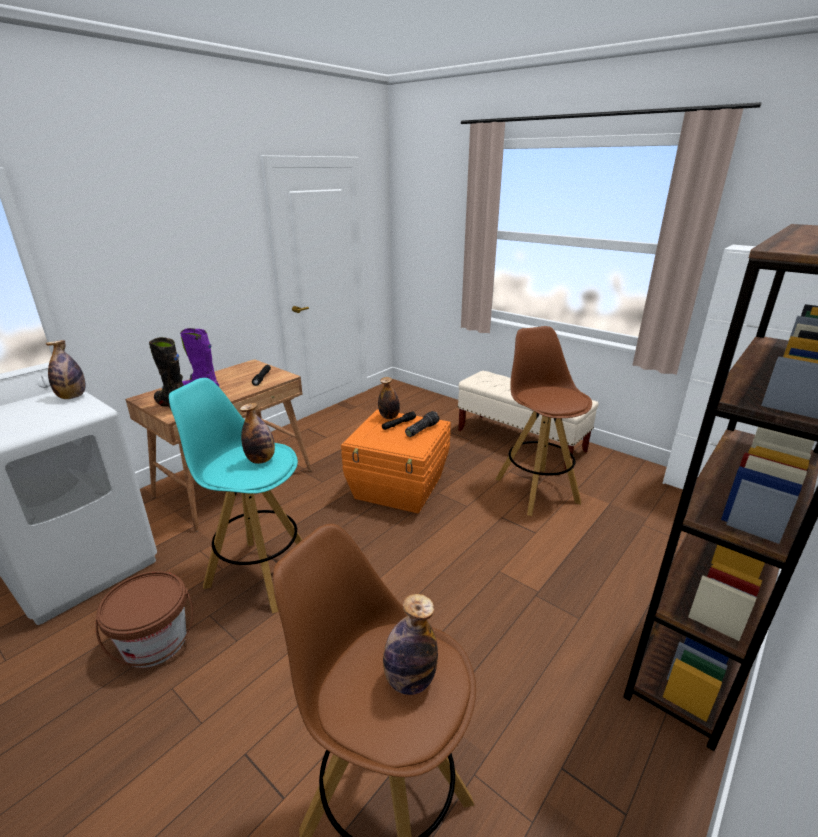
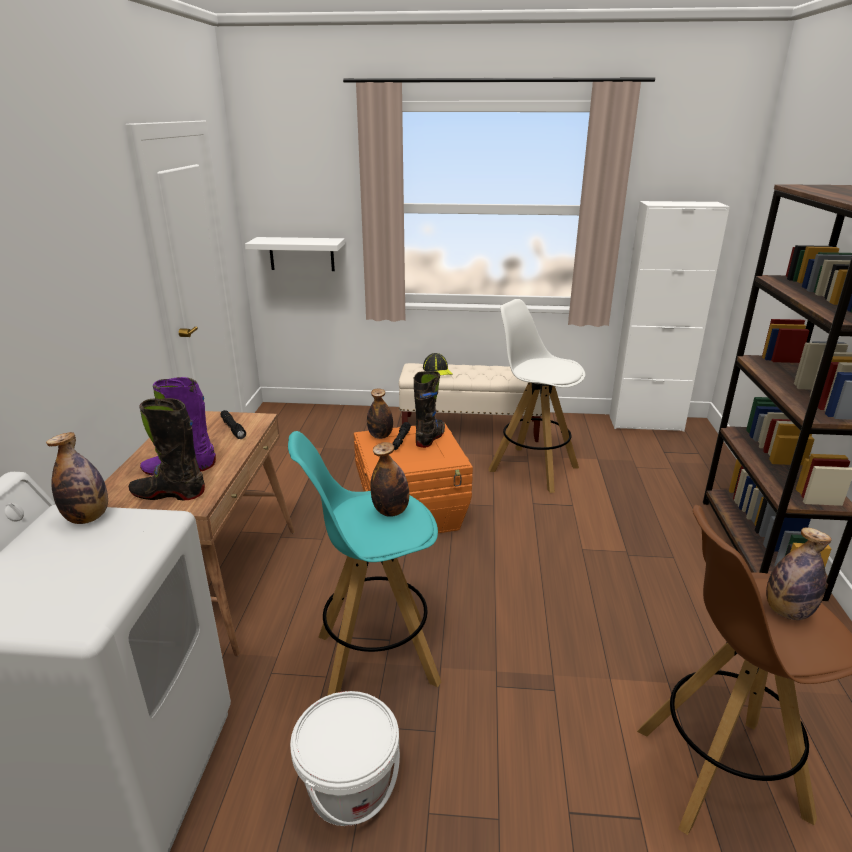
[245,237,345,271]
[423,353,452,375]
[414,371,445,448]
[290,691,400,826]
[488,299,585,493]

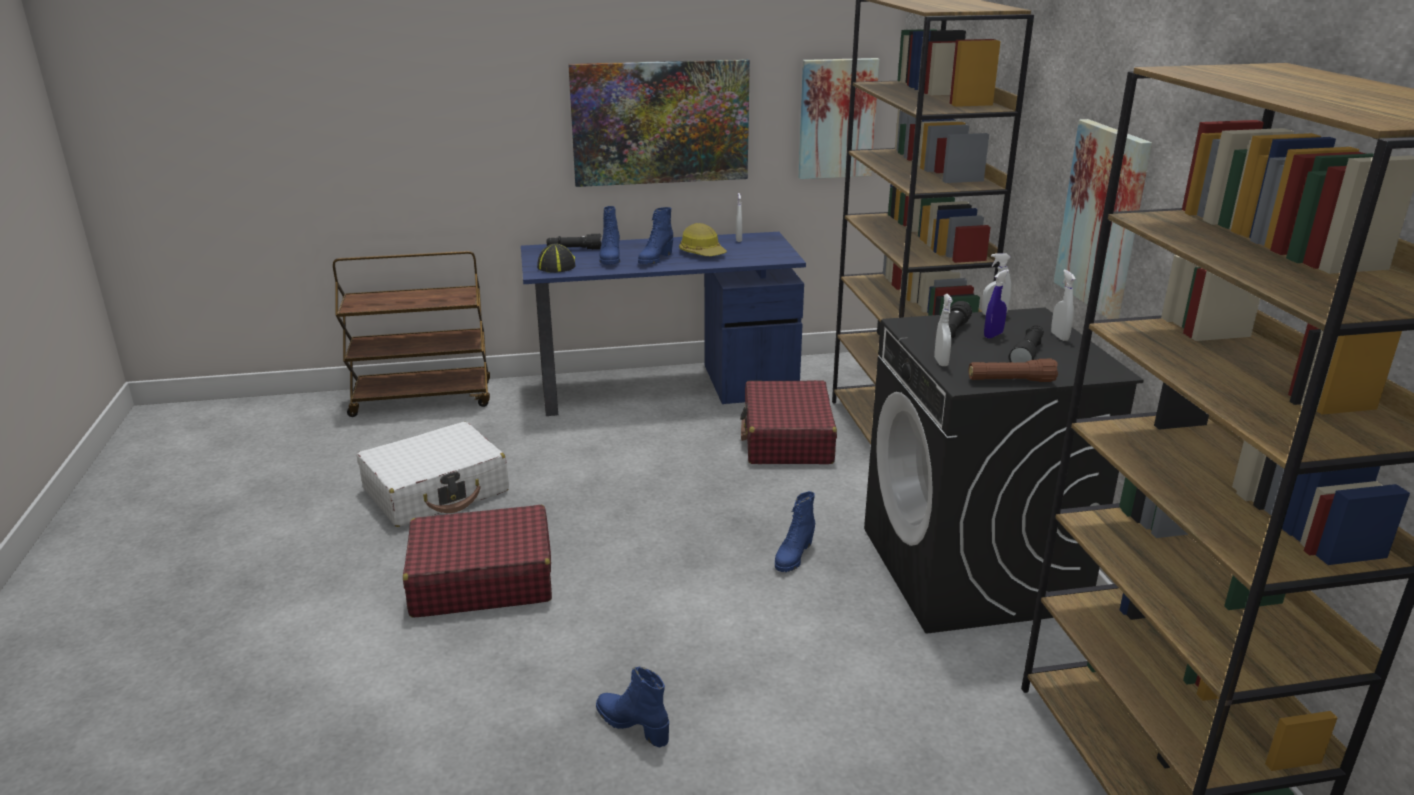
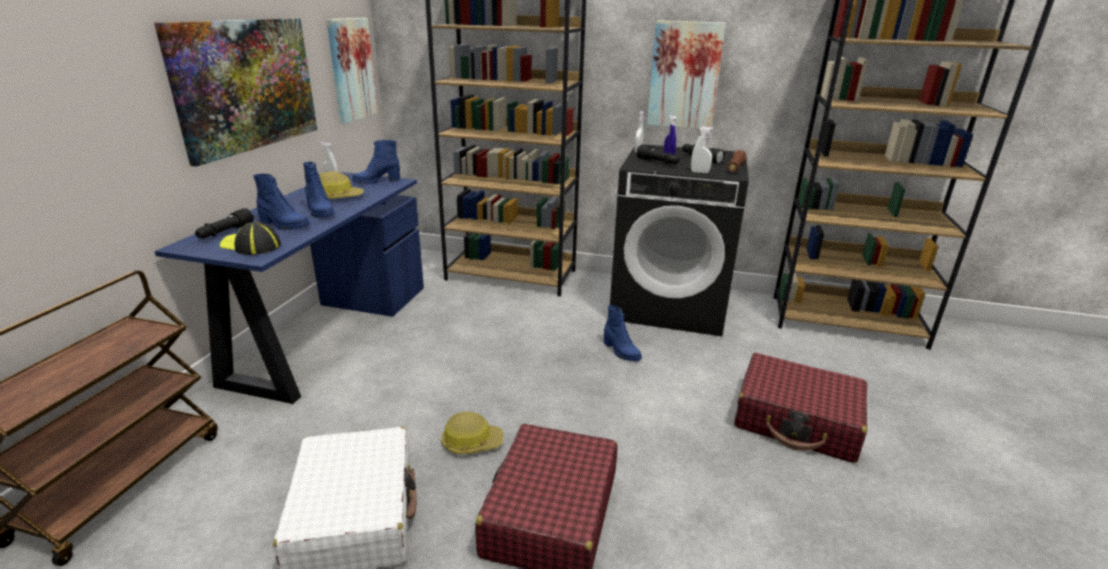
[1051,270,1076,341] (first image)
[441,412,503,454]
[352,140,400,184]
[734,353,868,463]

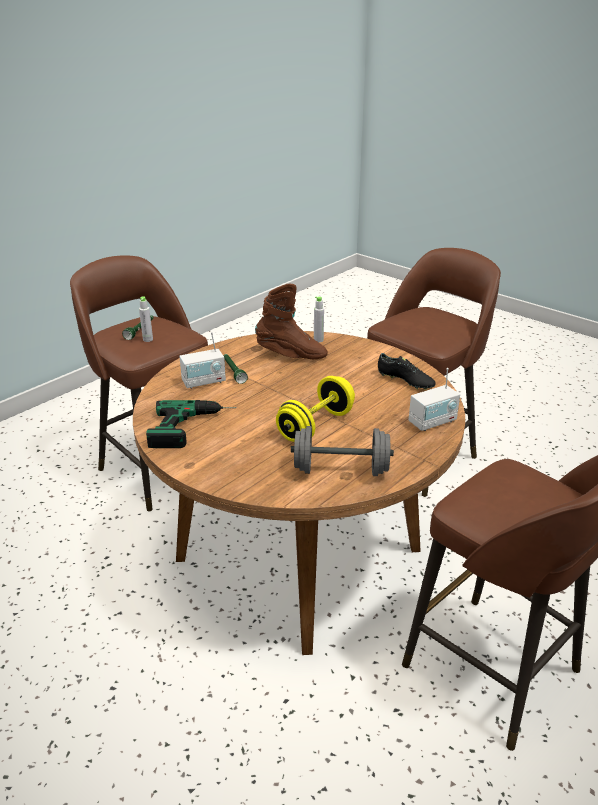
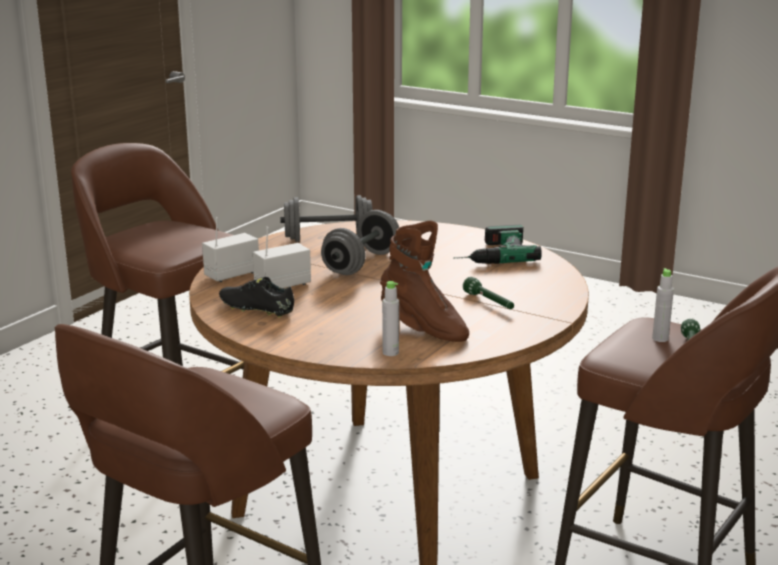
[253,227,311,288]
[321,210,399,275]
[380,220,469,342]

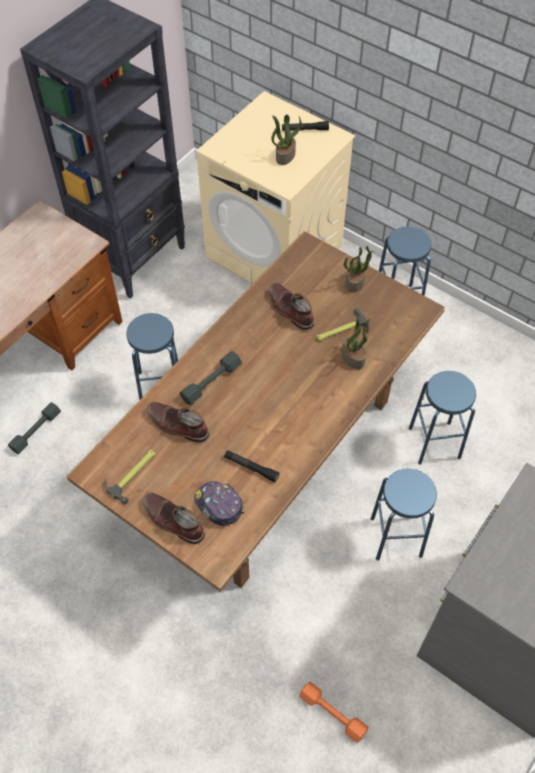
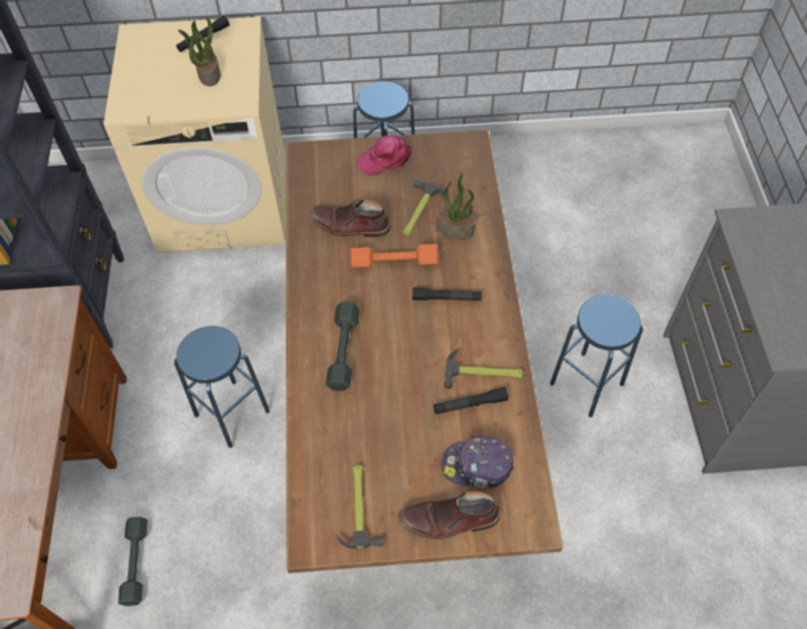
[147,402,210,443] (first image)
[409,371,476,465] (first image)
[413,287,482,301]
[444,350,523,389]
[350,244,439,268]
[356,134,411,176]

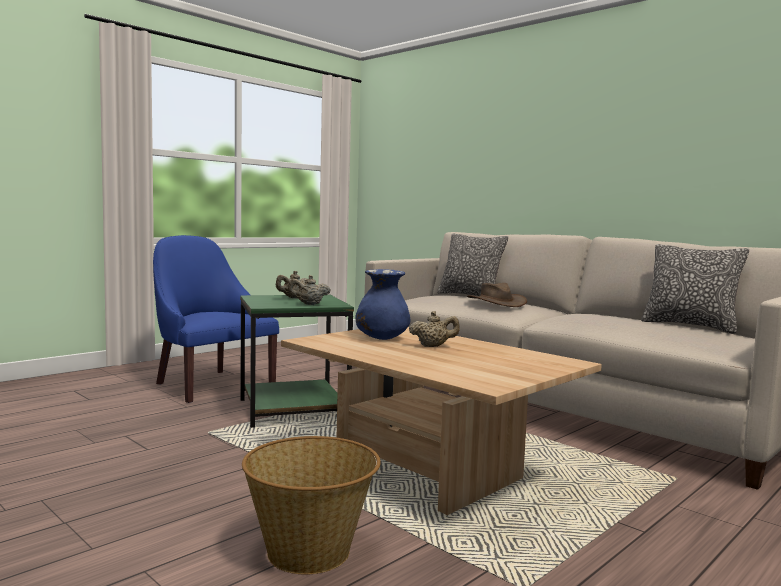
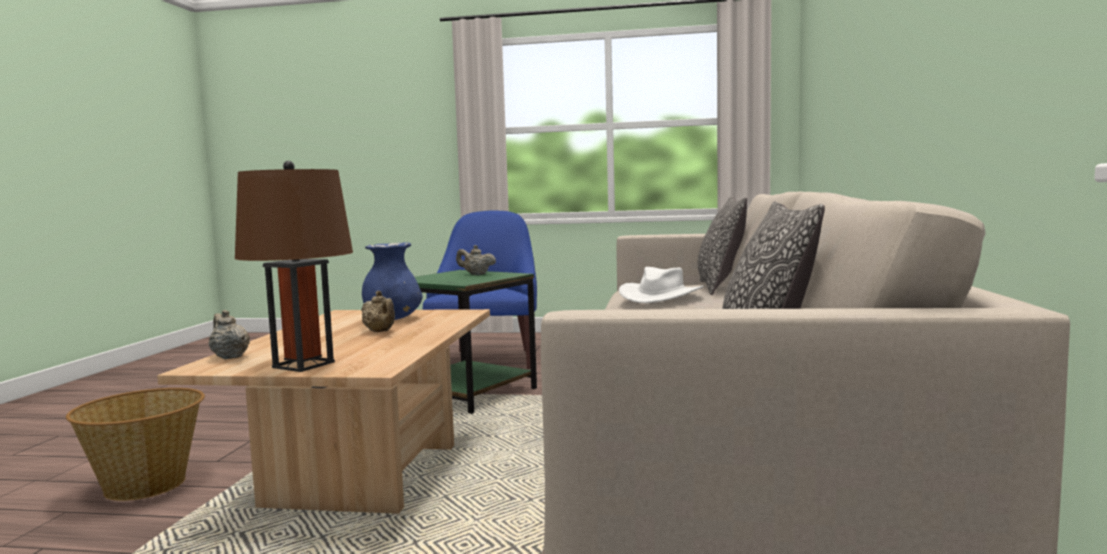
[235,161,353,372]
[209,310,250,359]
[619,267,704,303]

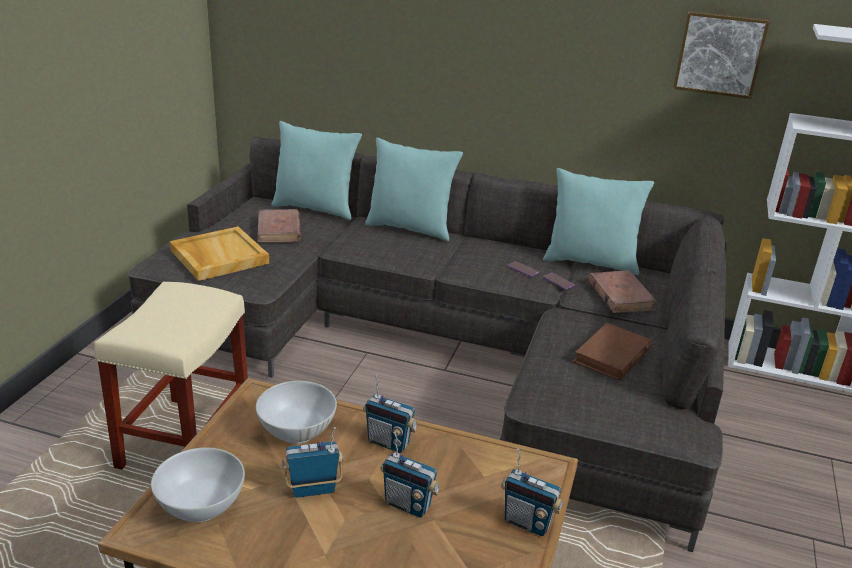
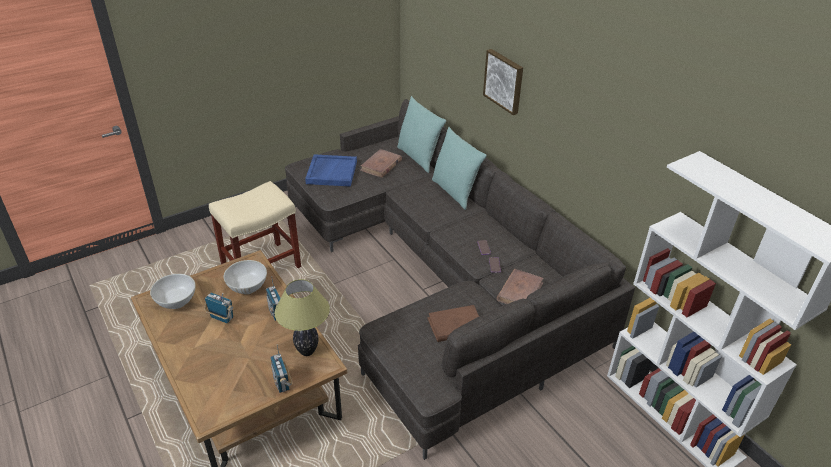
[381,432,440,518] (first image)
[543,168,654,275] (first image)
[274,279,330,356]
[483,49,523,115]
[305,154,357,187]

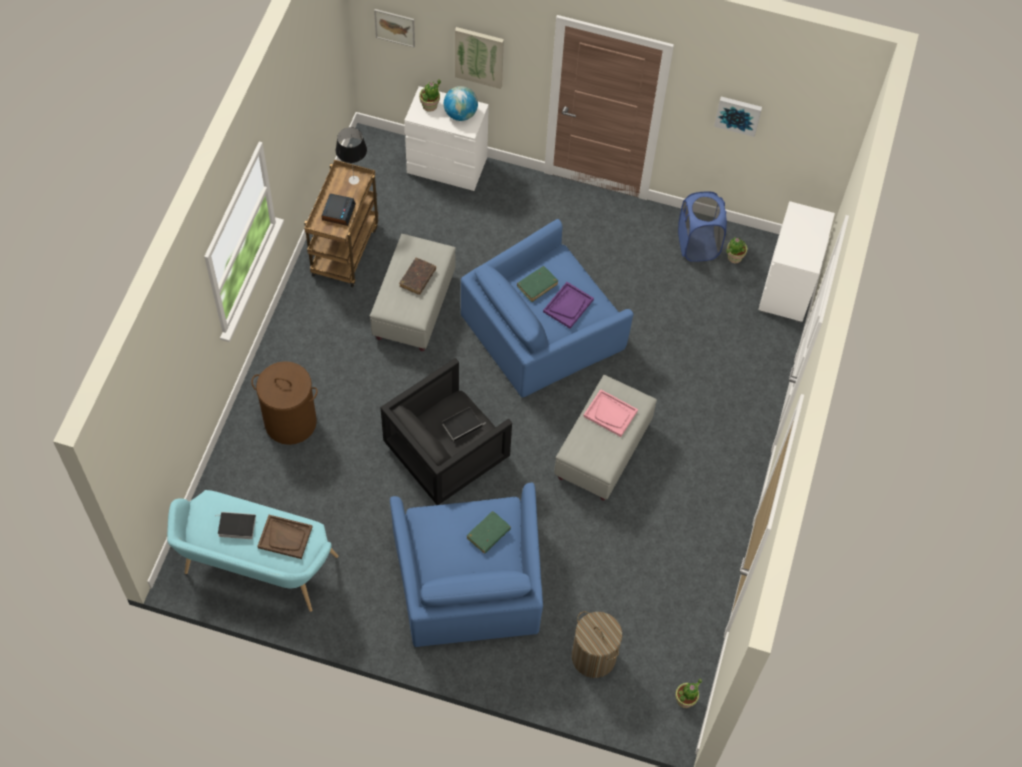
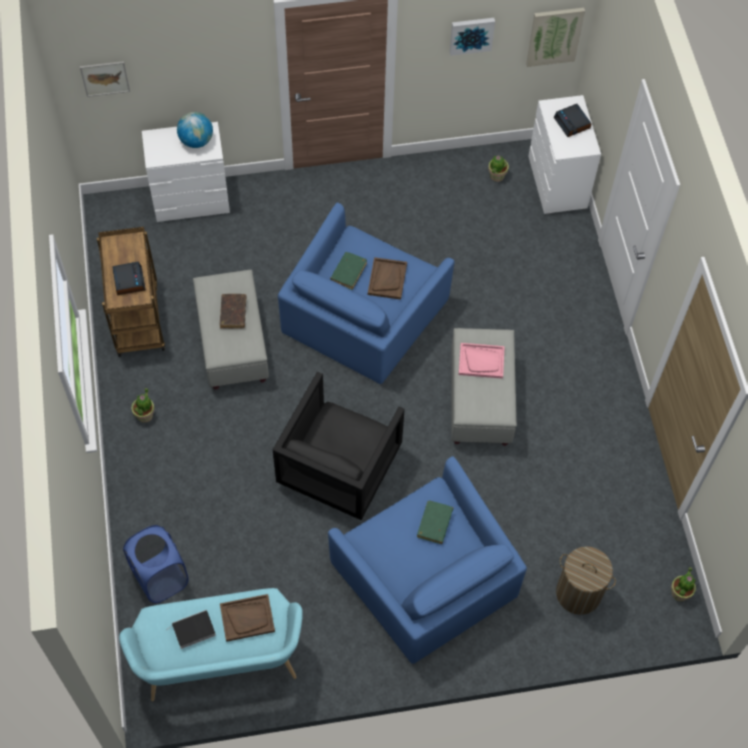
[251,361,318,445] (first image)
[336,127,367,185] (first image)
[443,407,486,442] (first image)
[554,104,592,137]
[132,388,154,423]
[526,8,585,67]
[123,525,189,603]
[368,257,407,300]

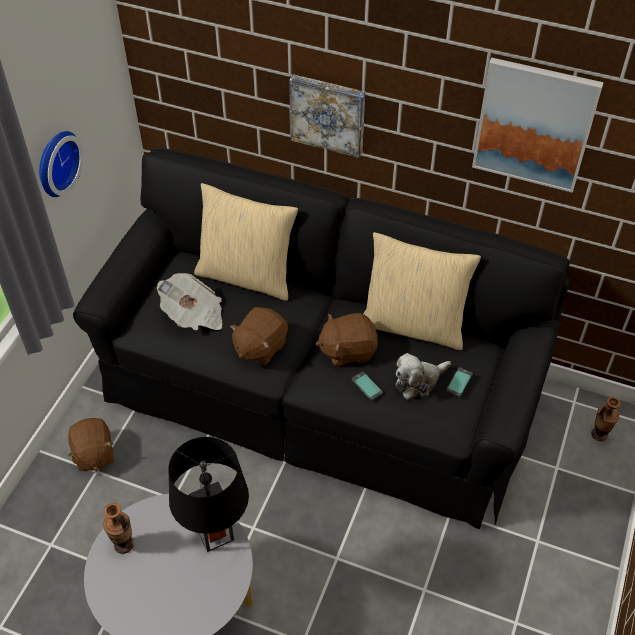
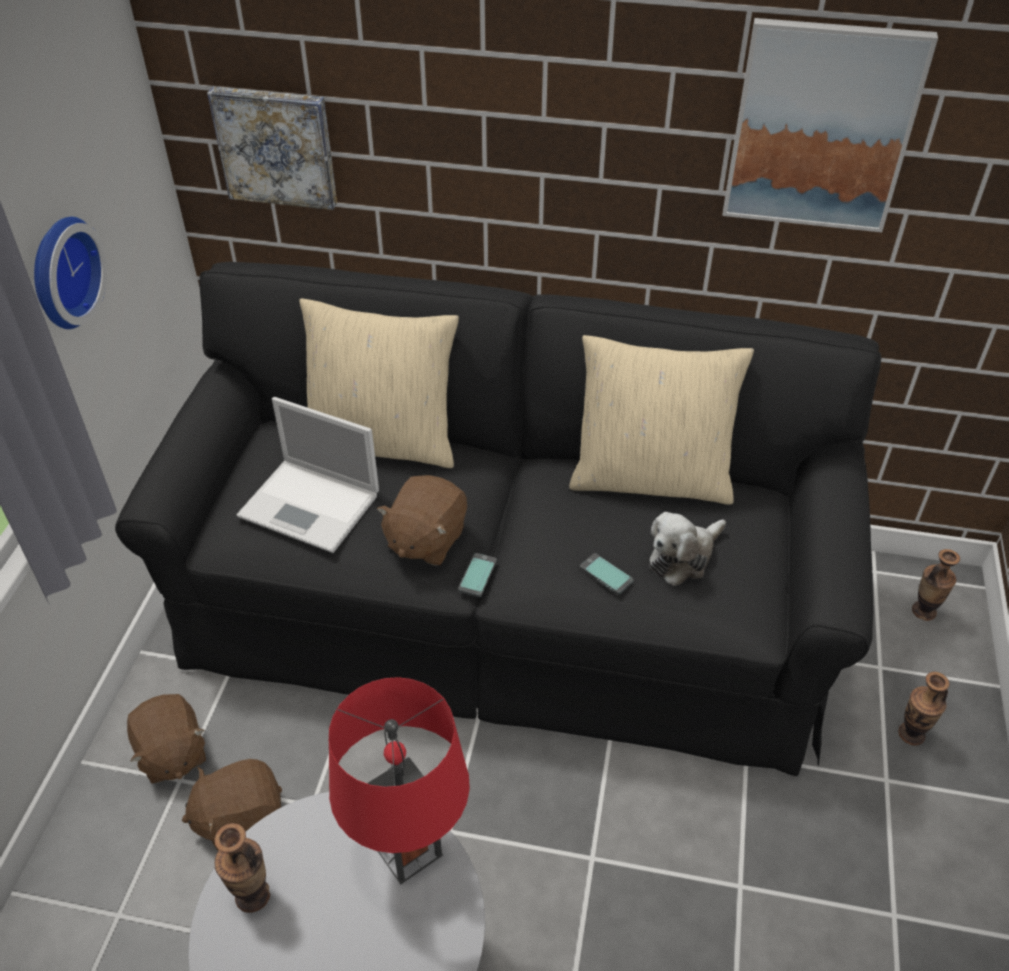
[898,672,950,746]
[207,87,337,210]
[181,759,282,850]
[459,553,497,597]
[236,397,379,553]
[329,677,470,884]

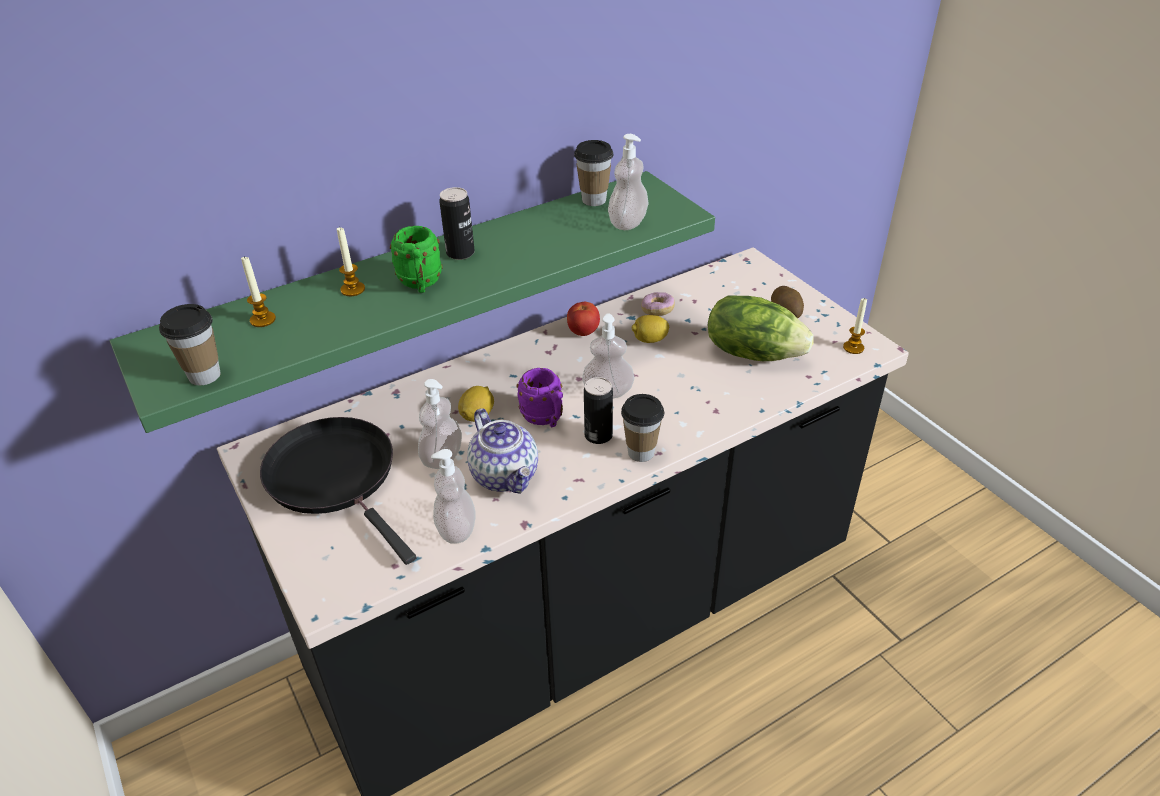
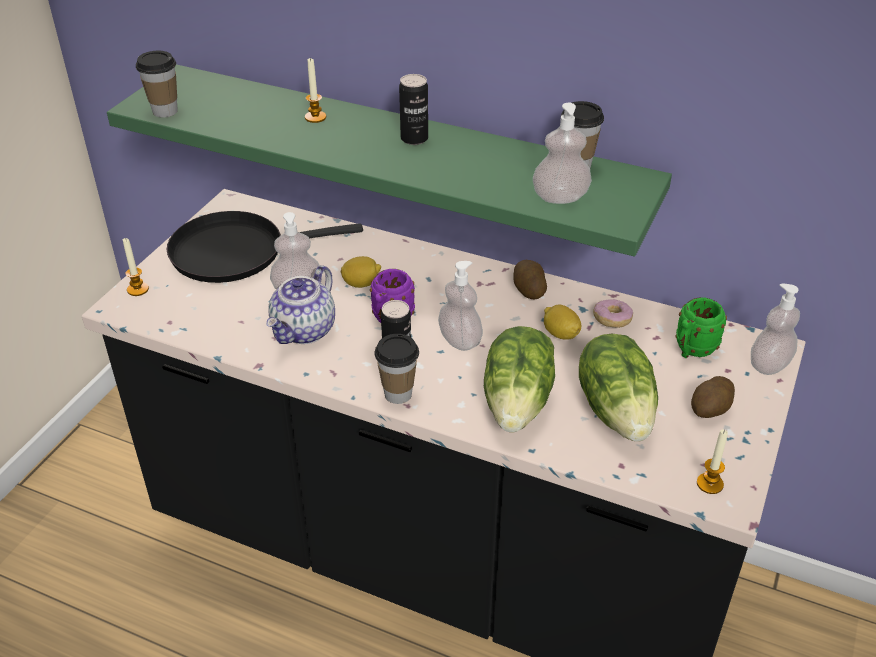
[484,326,555,433]
[123,238,149,296]
[676,297,727,358]
[751,283,800,375]
[513,260,547,300]
[167,211,363,283]

